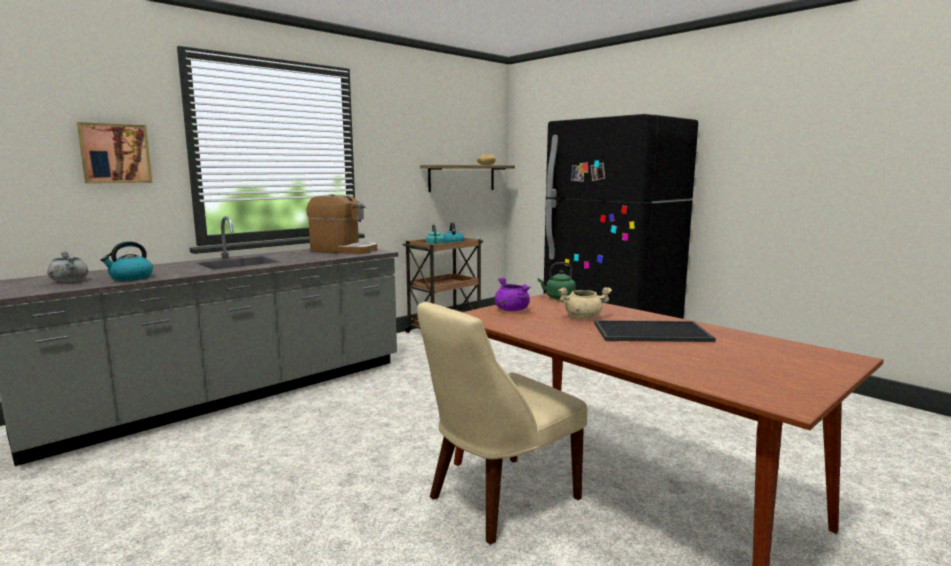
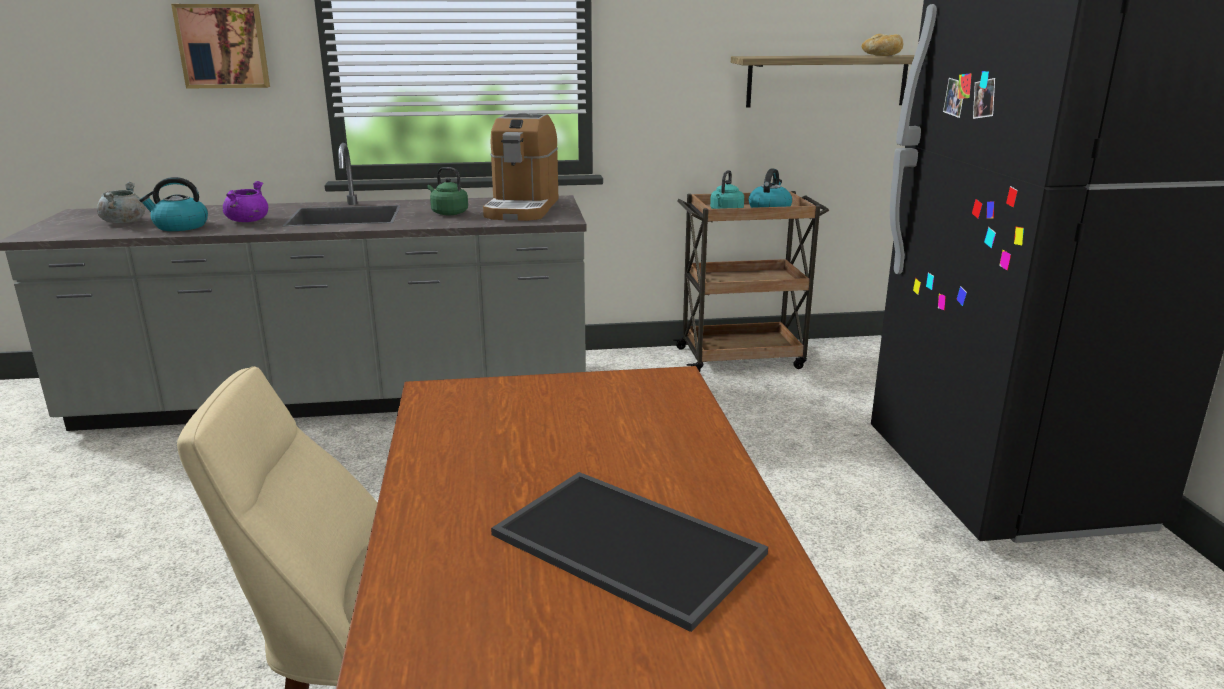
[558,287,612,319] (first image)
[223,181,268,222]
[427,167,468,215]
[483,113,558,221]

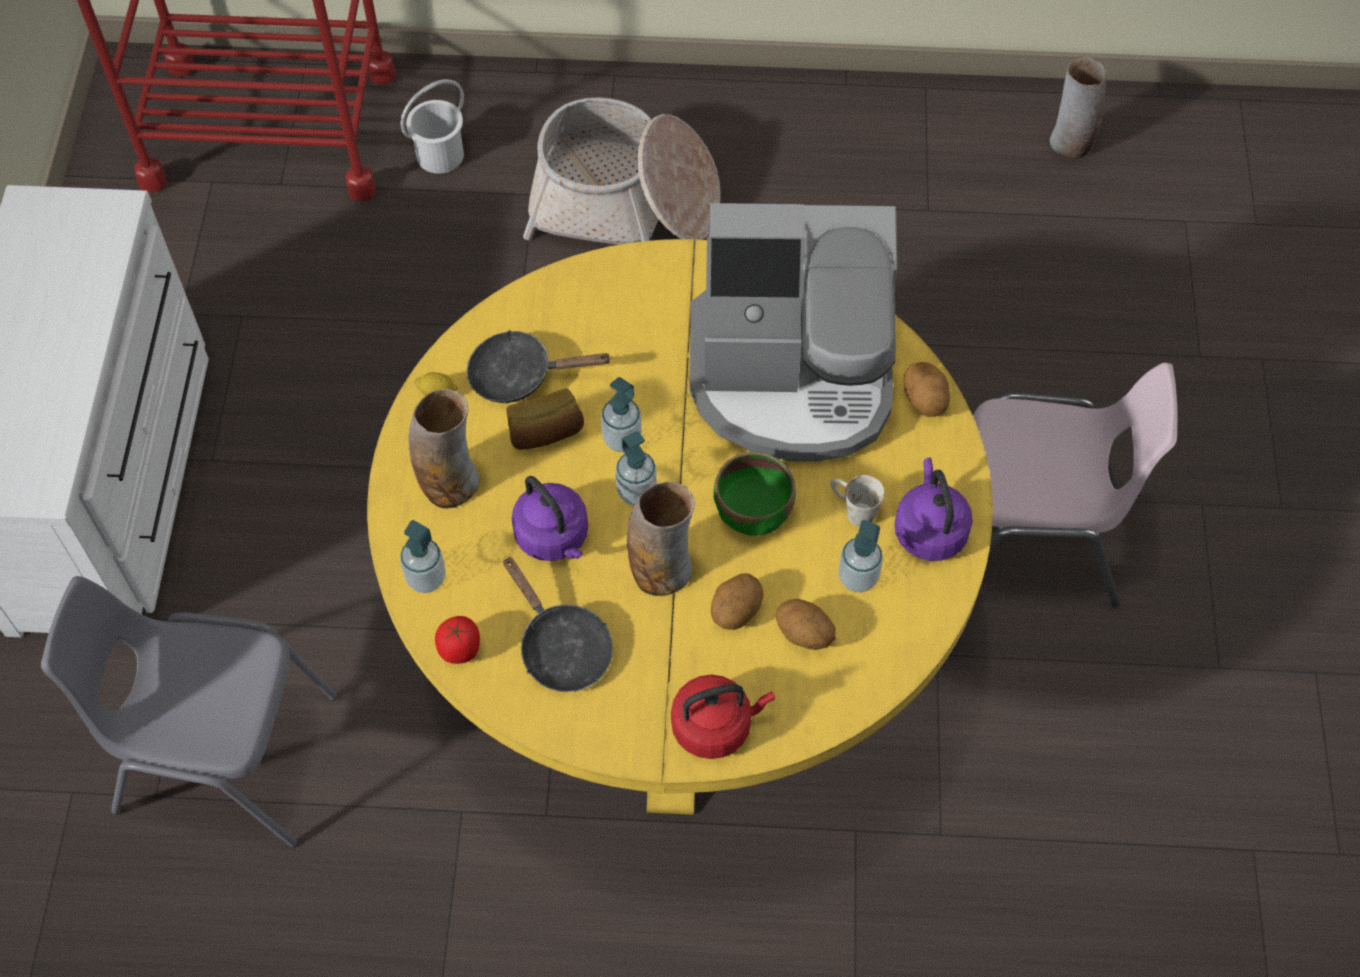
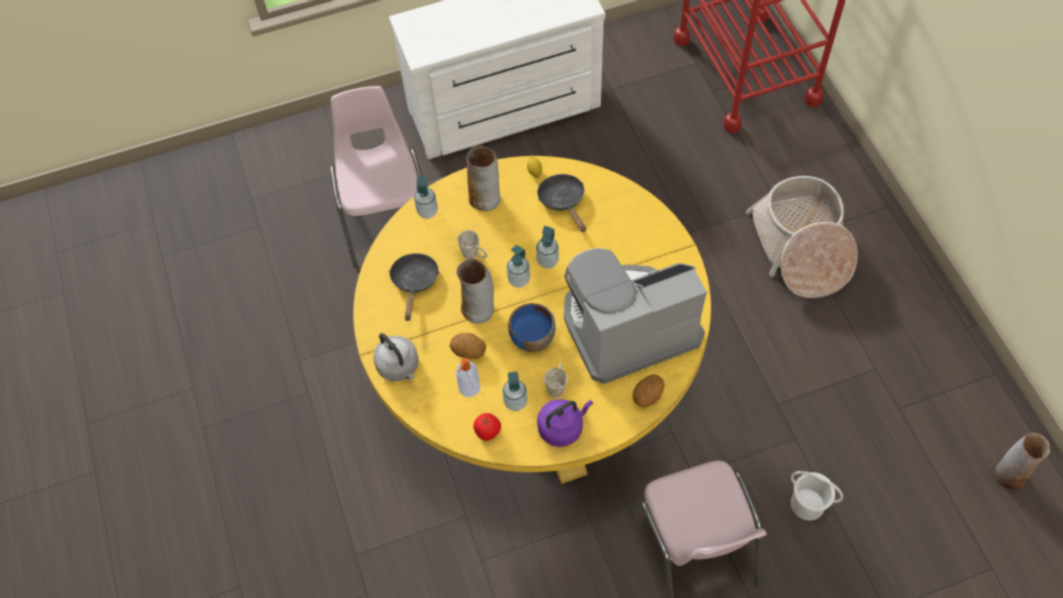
[506,388,584,450] (first image)
[791,471,843,521]
[473,413,501,441]
[457,230,488,259]
[456,358,480,397]
[330,86,423,267]
[373,333,419,381]
[508,303,556,352]
[389,253,439,321]
[564,248,707,384]

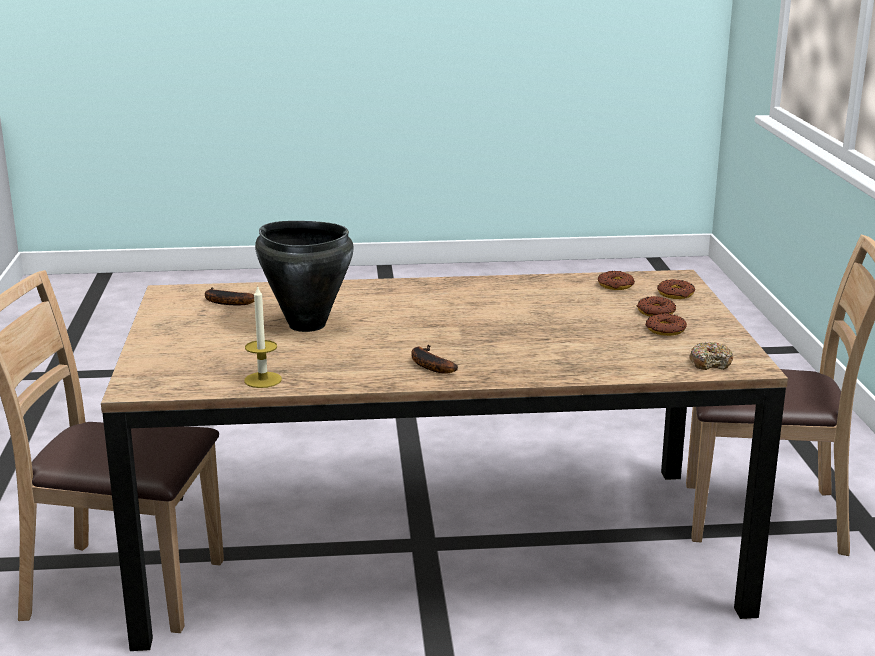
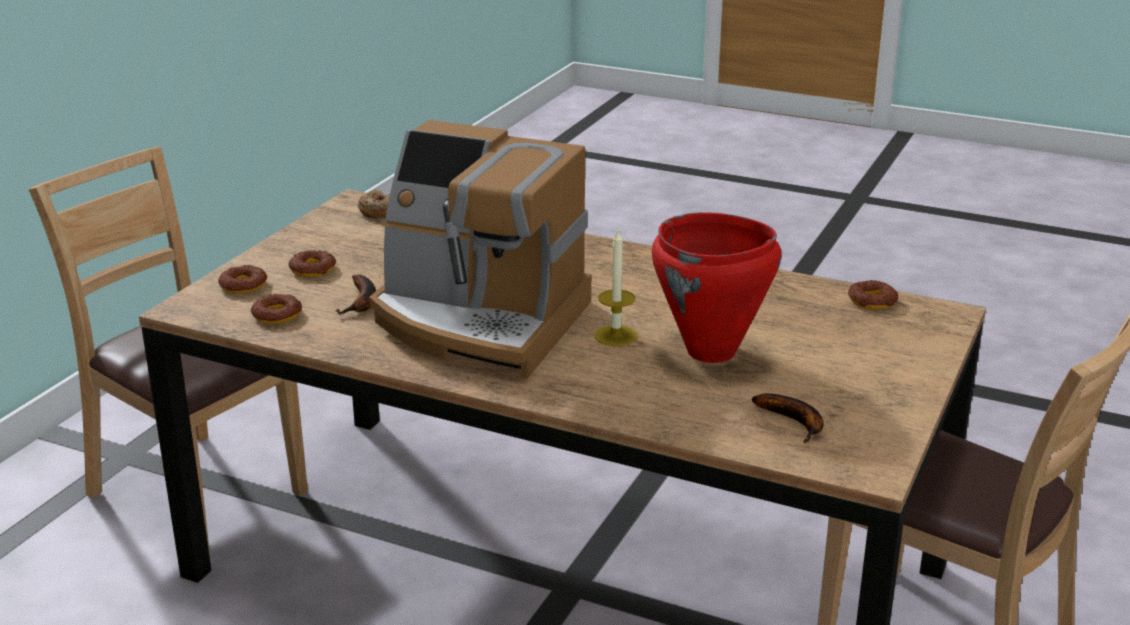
[369,120,591,379]
[595,230,638,346]
[336,275,376,314]
[848,280,898,309]
[652,213,782,363]

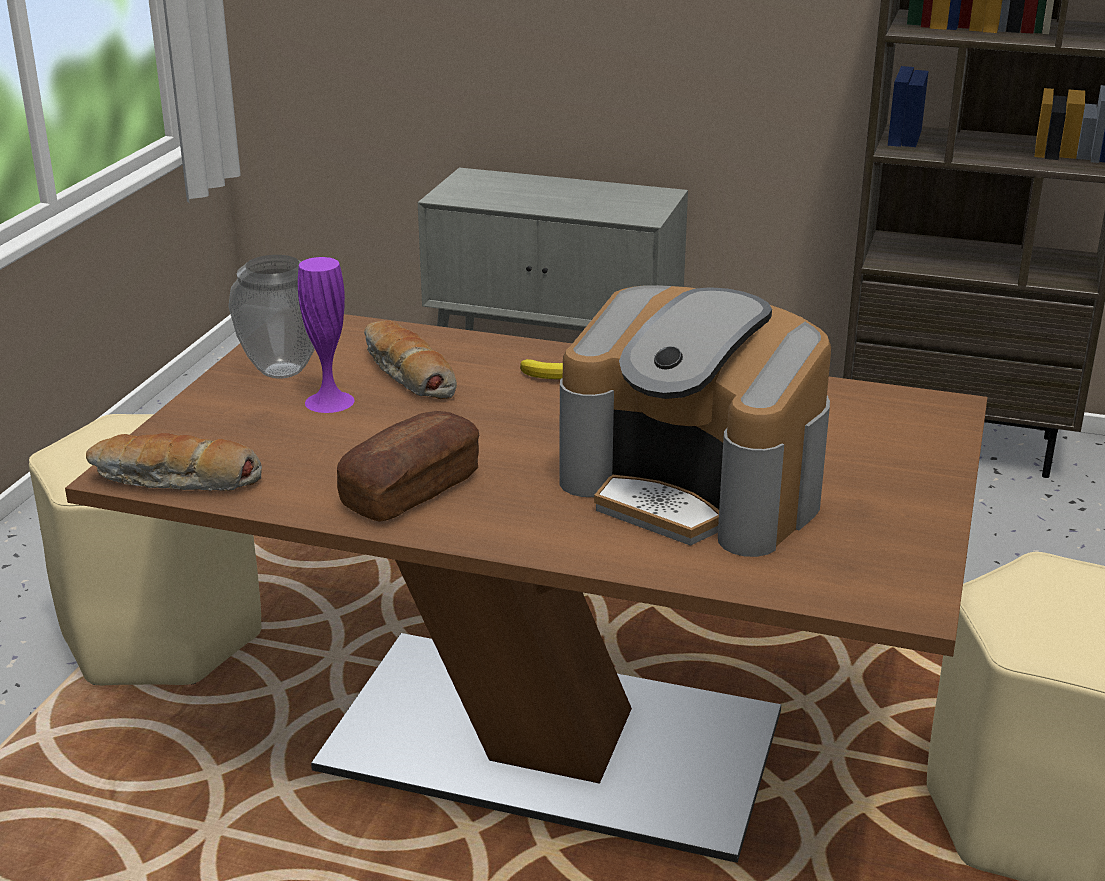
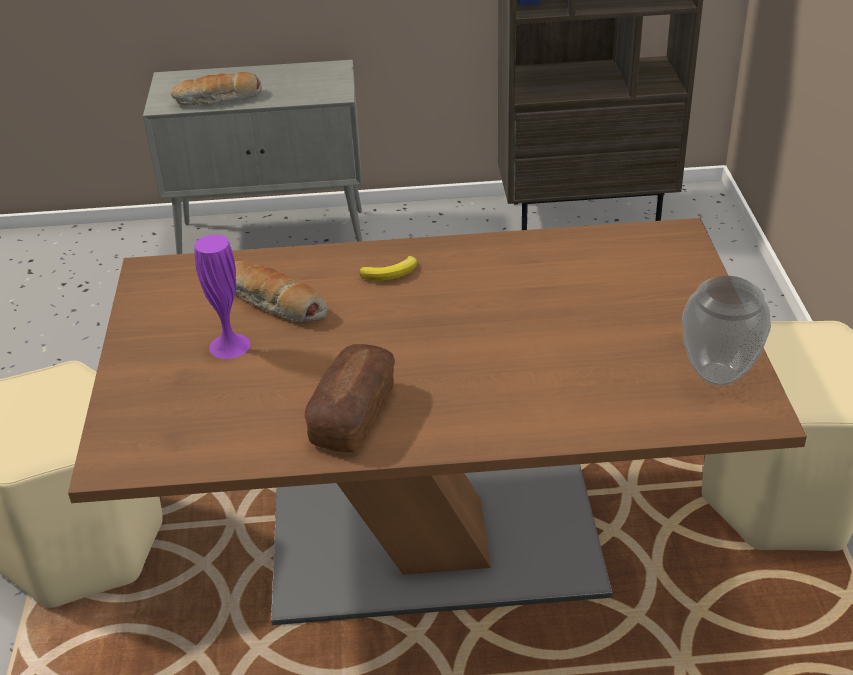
[559,285,831,557] (first image)
[171,72,262,105]
[682,276,771,386]

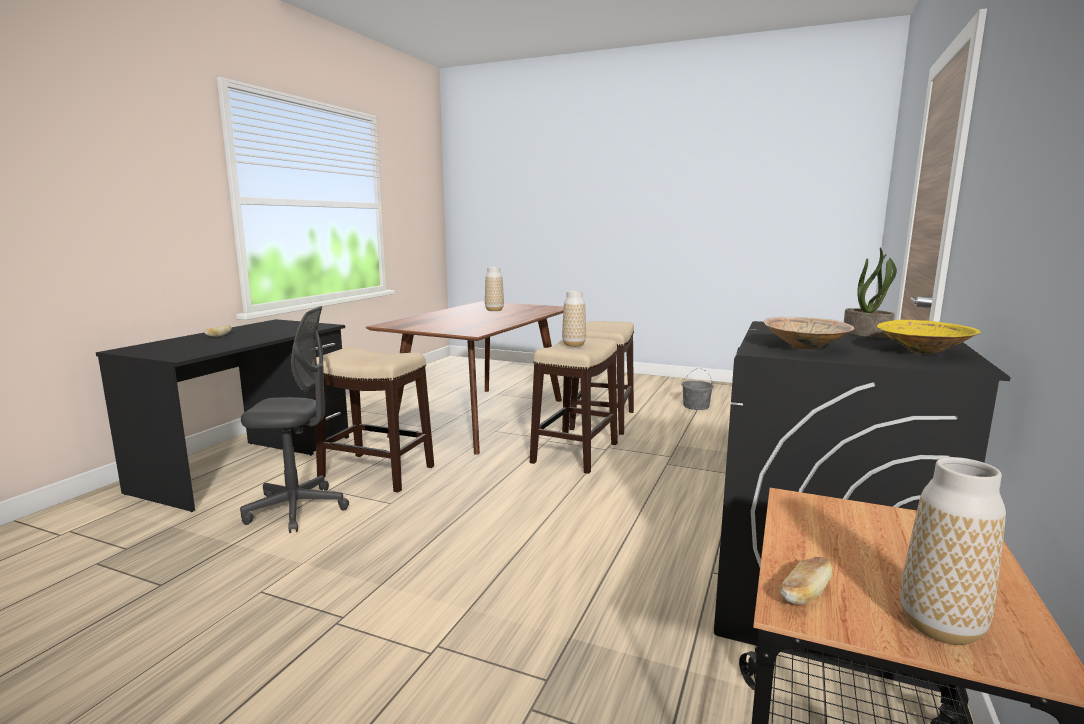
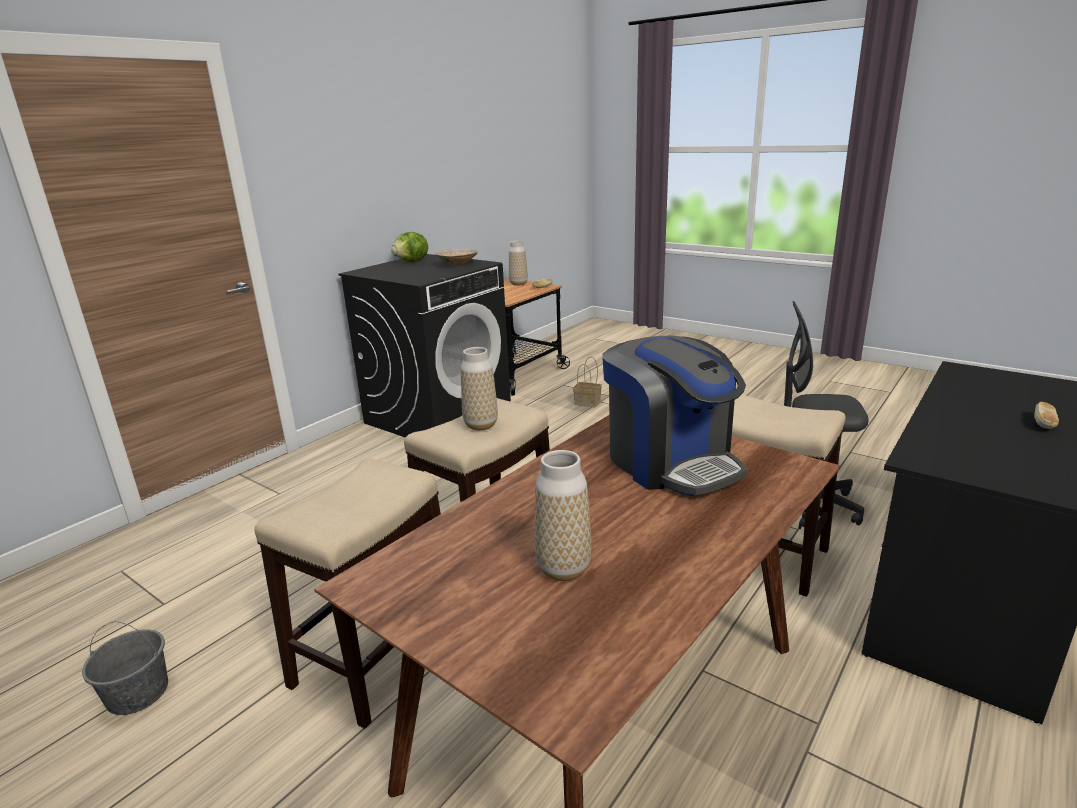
[844,247,897,338] (first image)
[573,356,602,407]
[602,336,747,496]
[391,232,428,262]

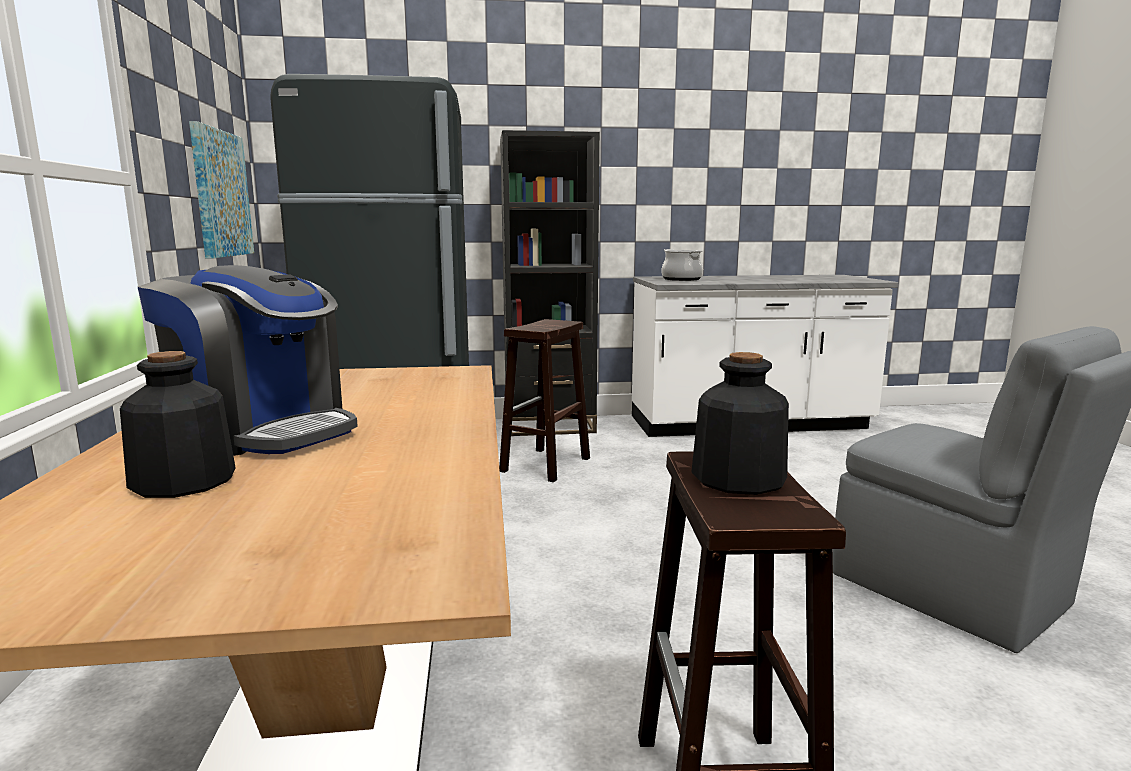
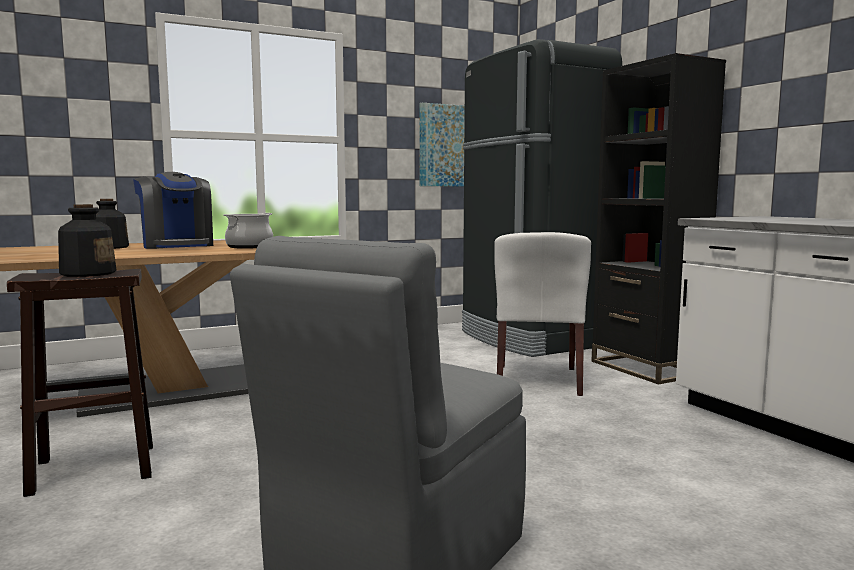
[224,213,273,249]
[494,232,591,396]
[133,172,213,249]

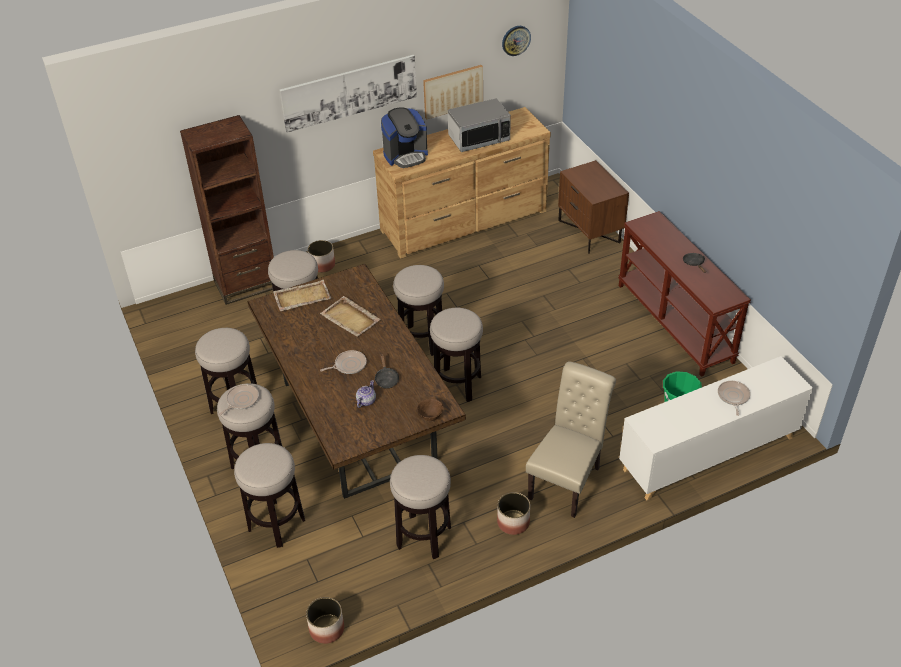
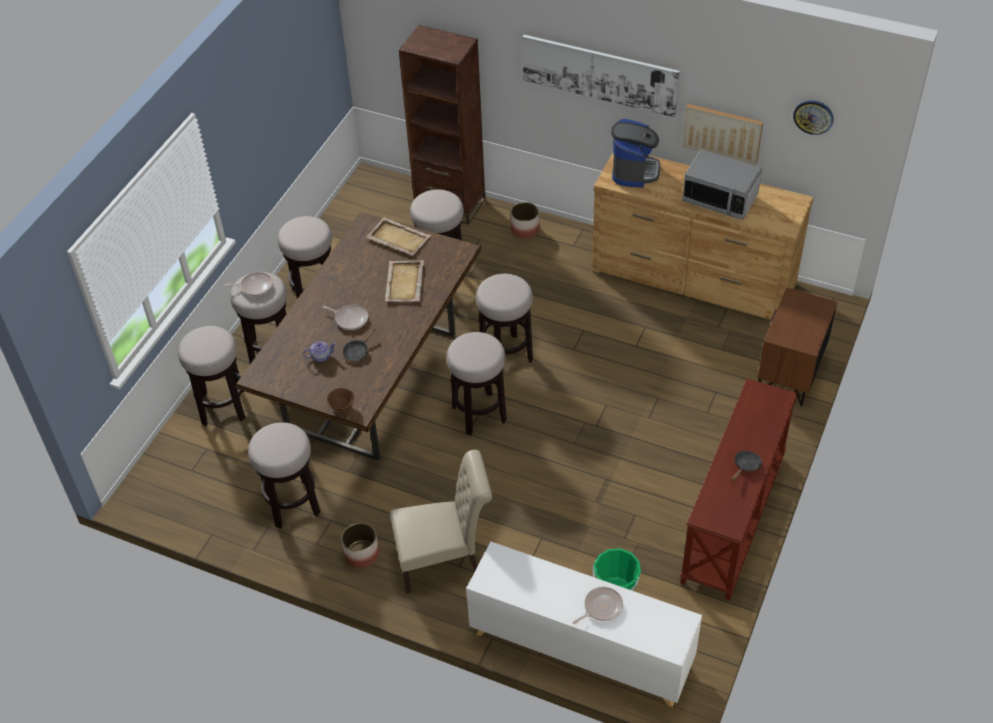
[306,597,344,644] (first image)
[611,119,660,188]

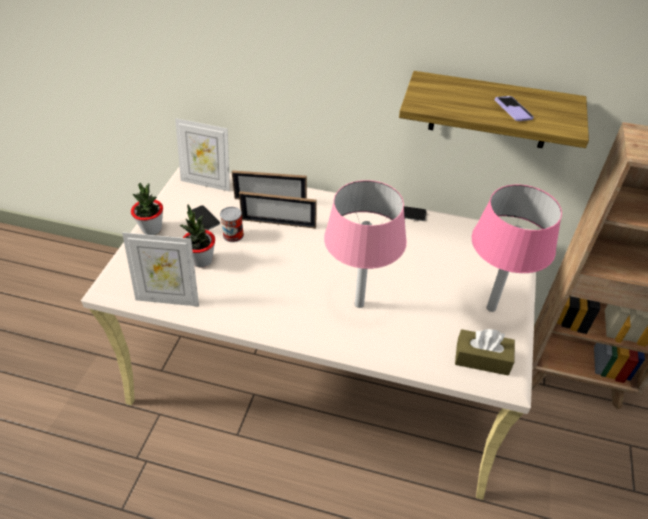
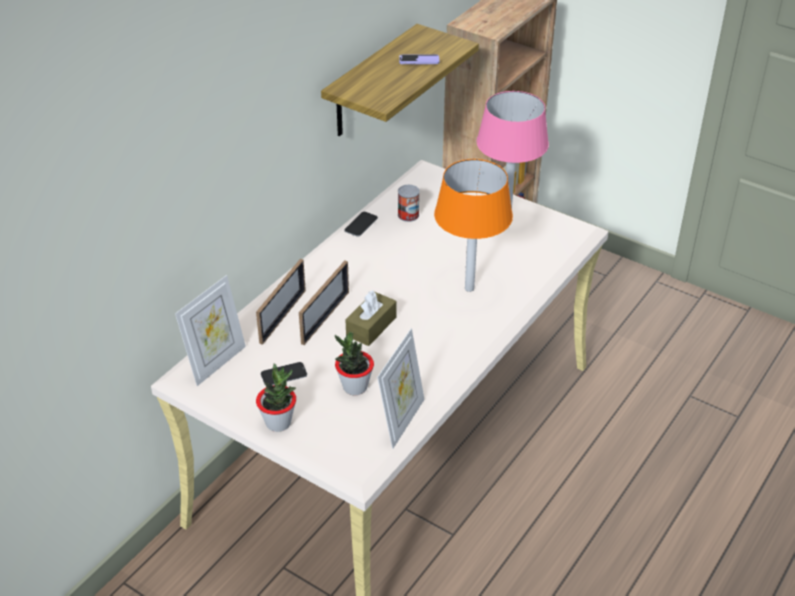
[398,185,420,222]
[346,290,397,346]
[434,159,513,292]

